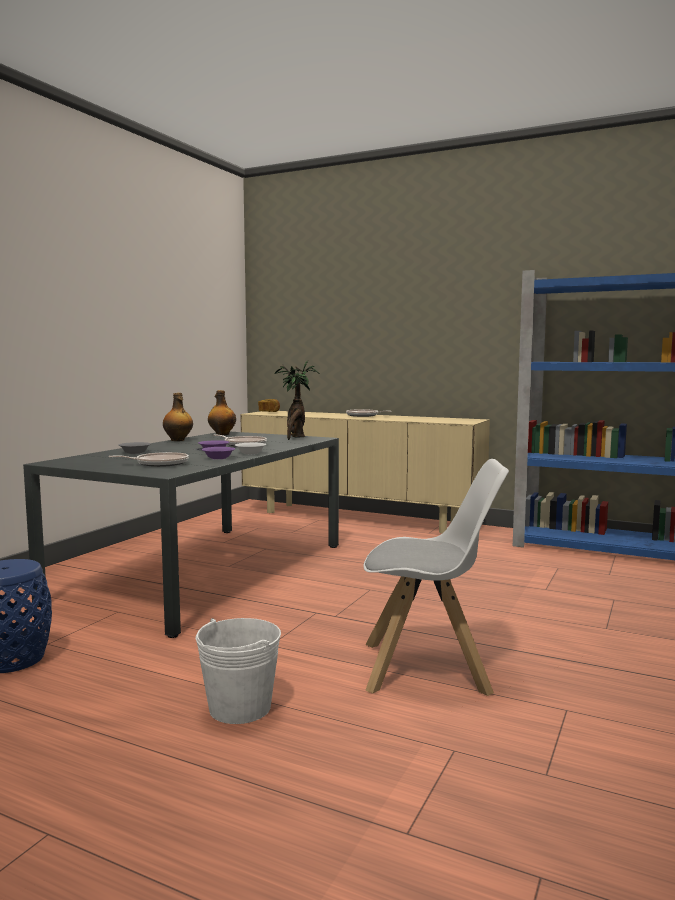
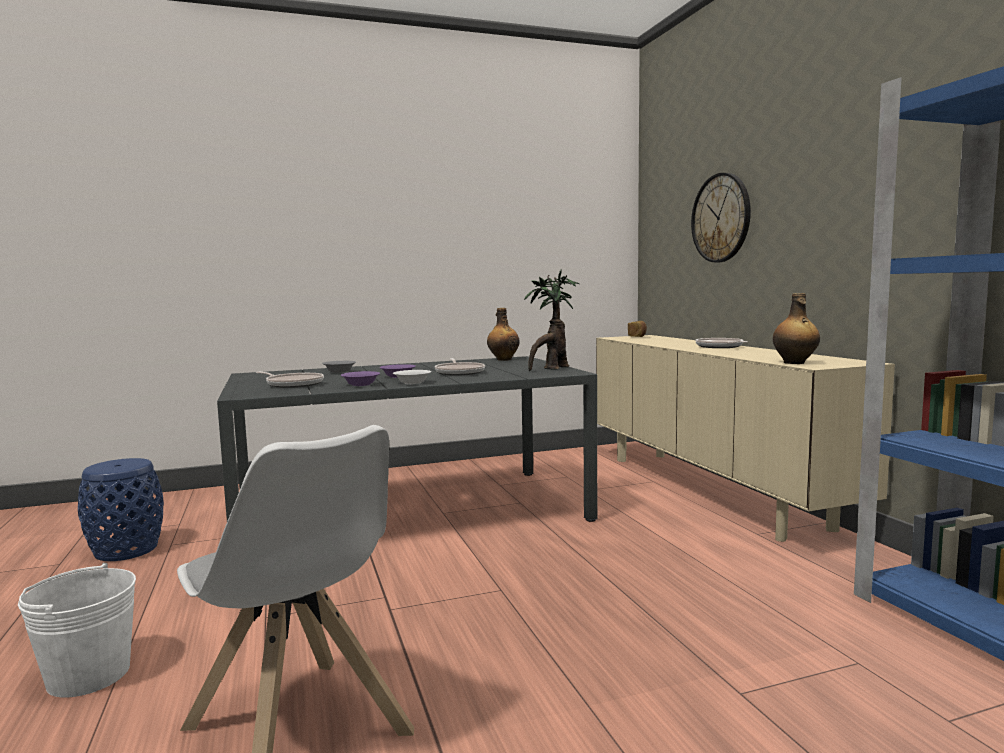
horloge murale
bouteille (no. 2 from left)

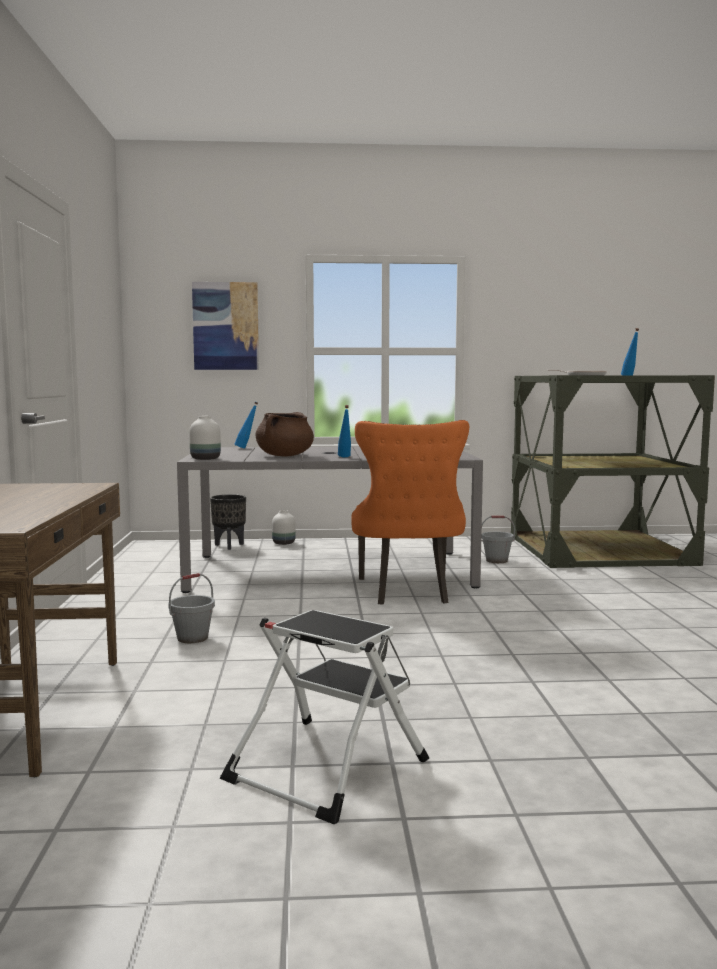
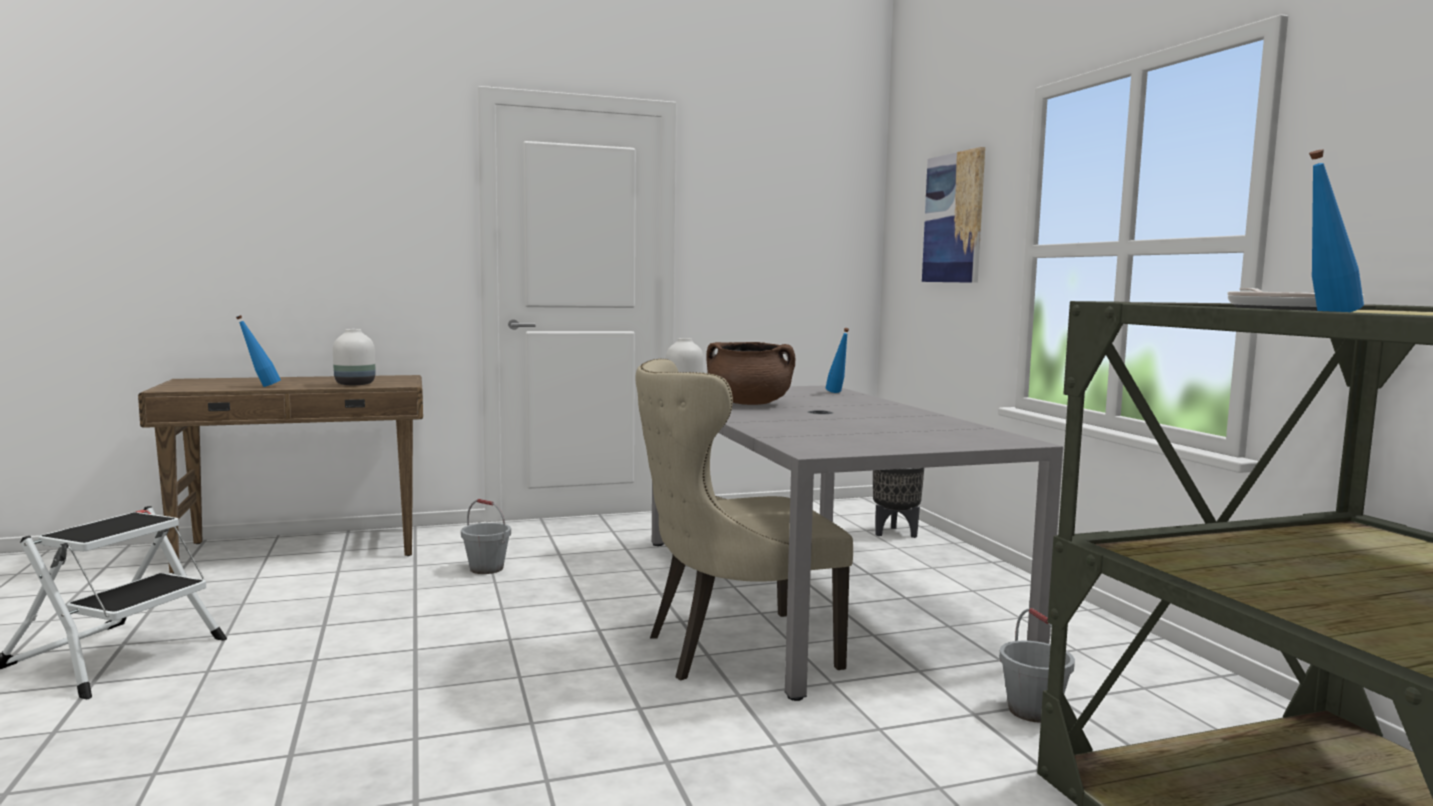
bouteille (bleu) (no. 1 from left)
vase (blanc) (no. 1 from left)
chaise (beige)

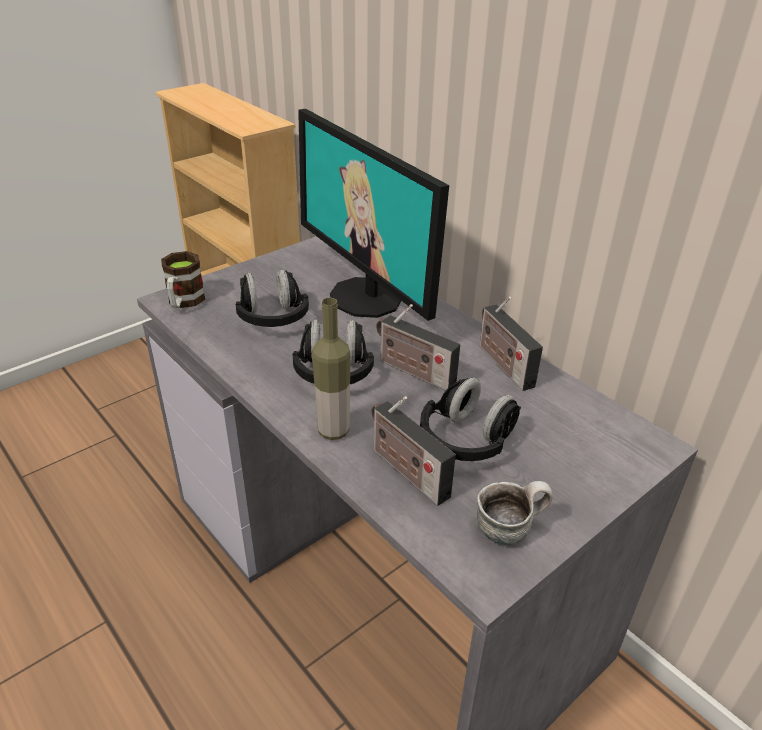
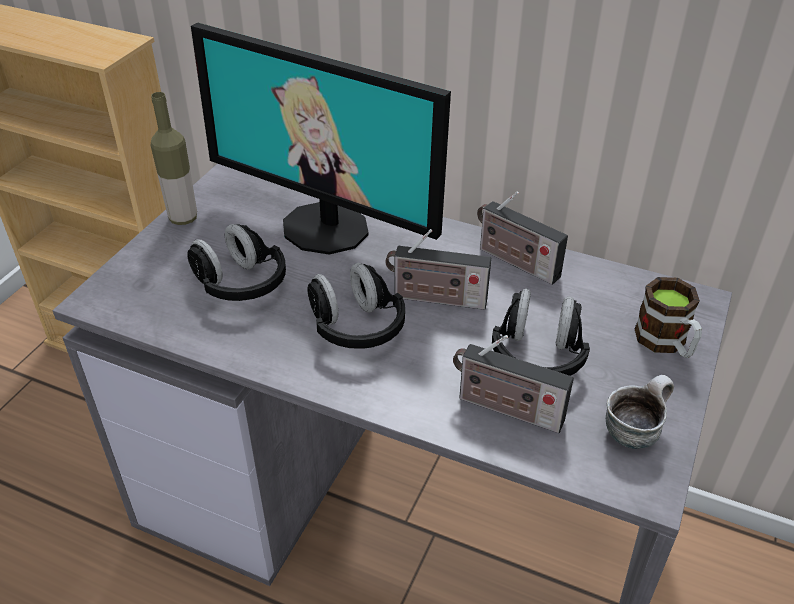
bouteille
mug (no. 2 from left)

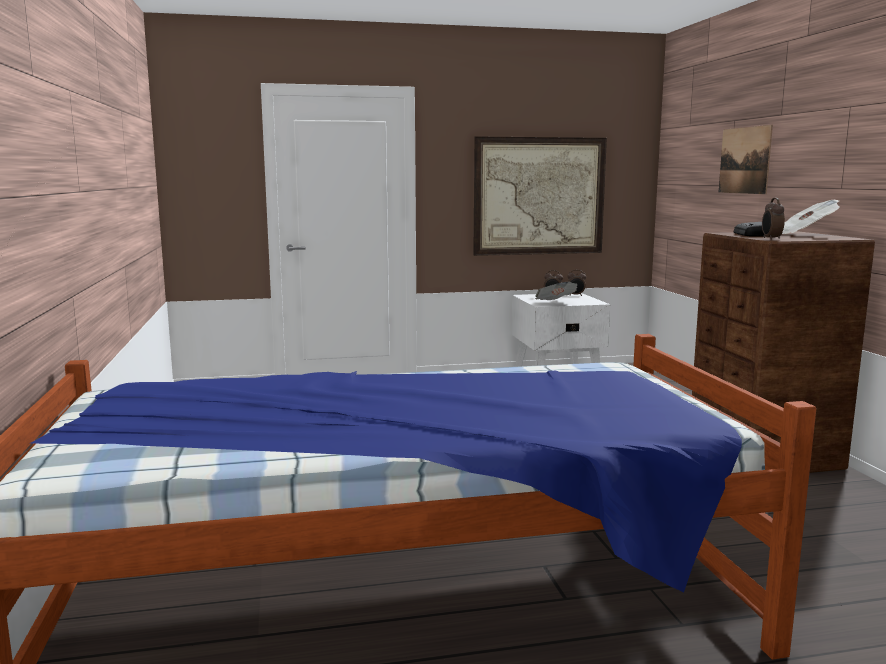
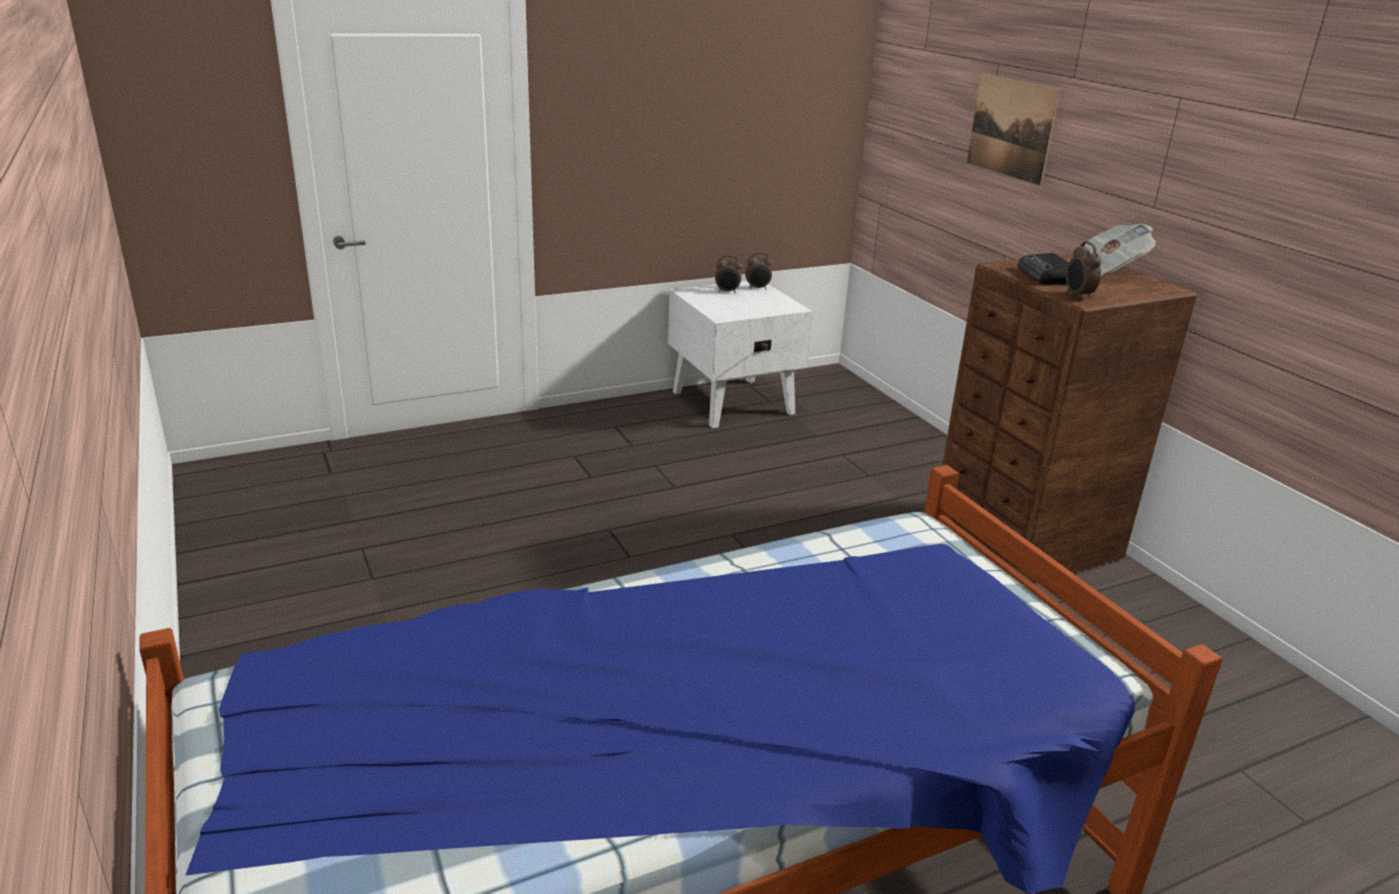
tableau (no. 1 from left in the first image)
journal (no. 1 from left in the first image)

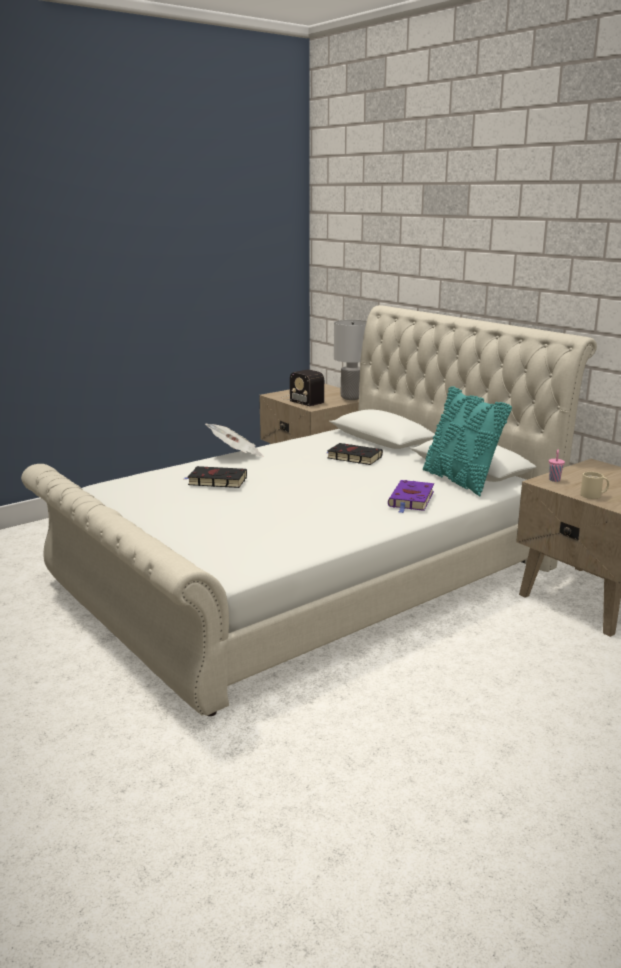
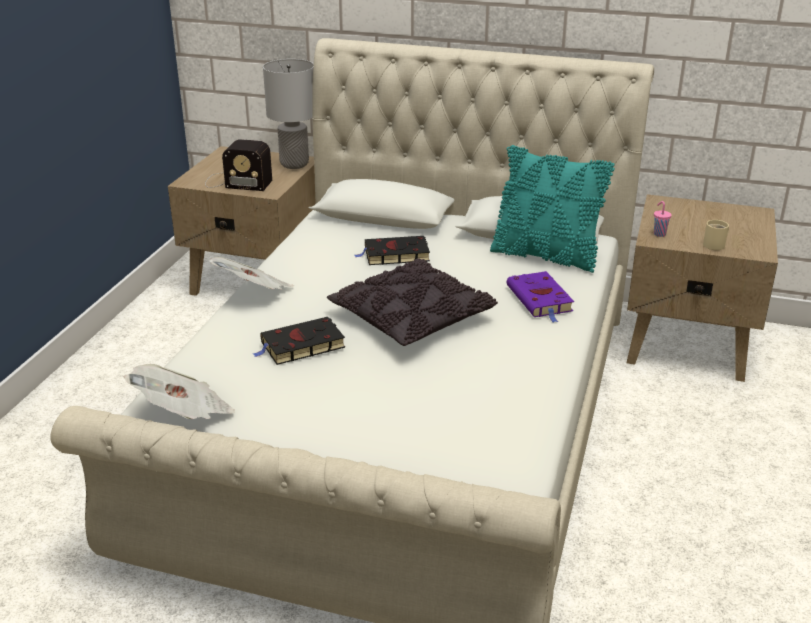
journal (no. 1 from left)
coussin (noir)

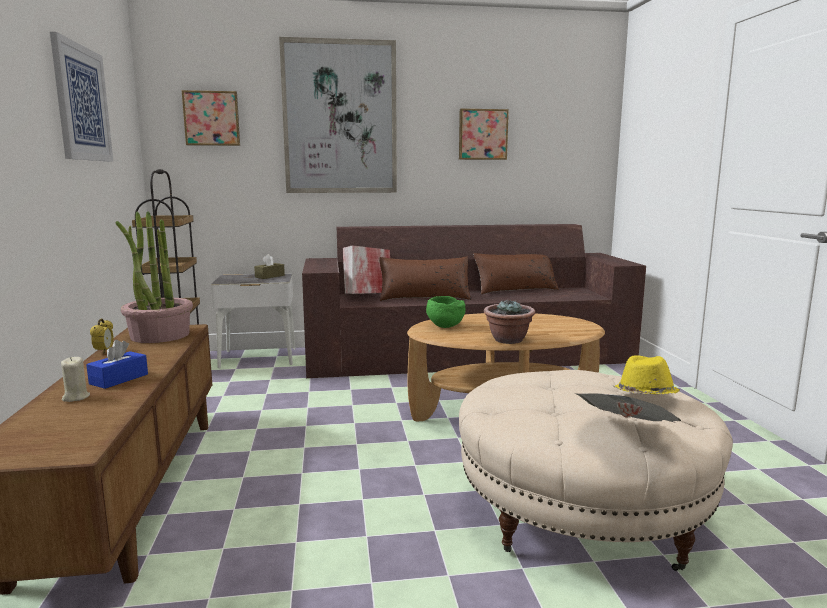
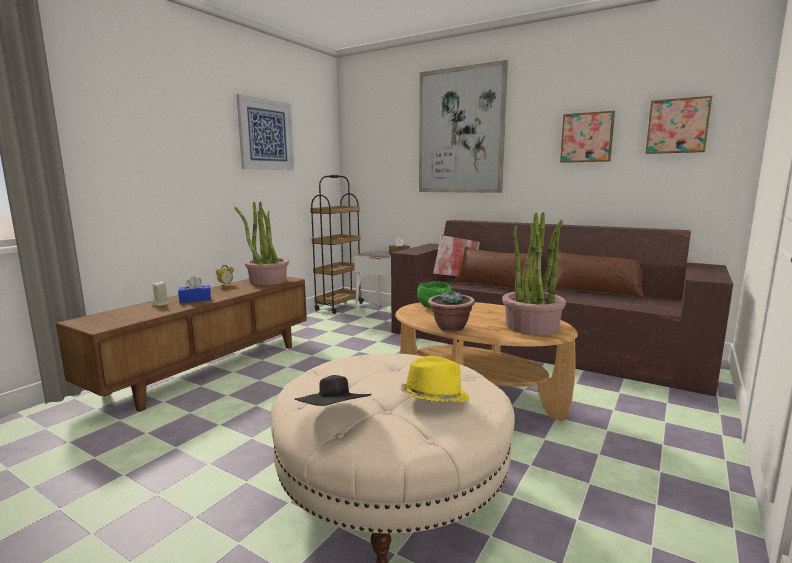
chapeau (noir)
plante en pot (no. 3 from left)
tableau (no. 4 from left)

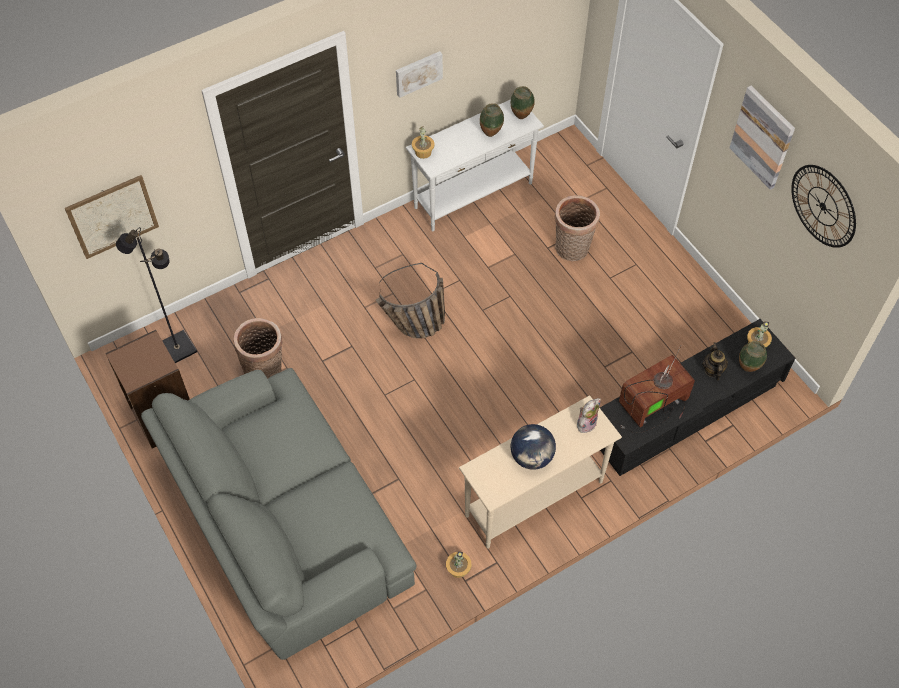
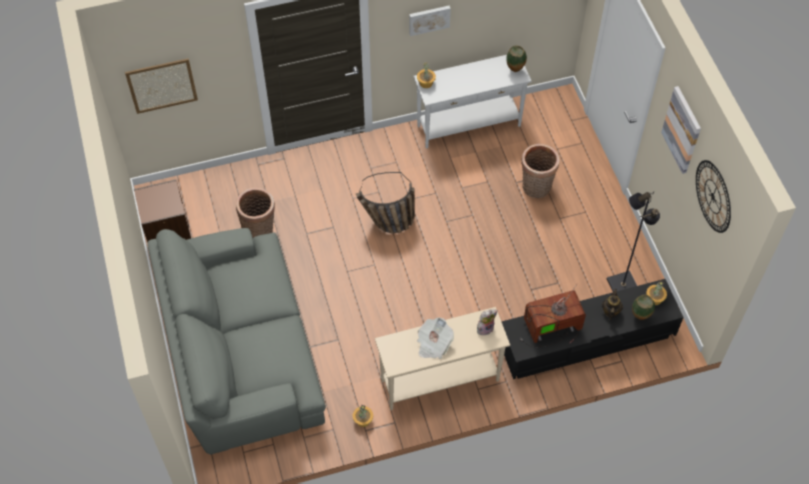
journal
lampadaire (noir)
vase (no. 1 from left in the first image)

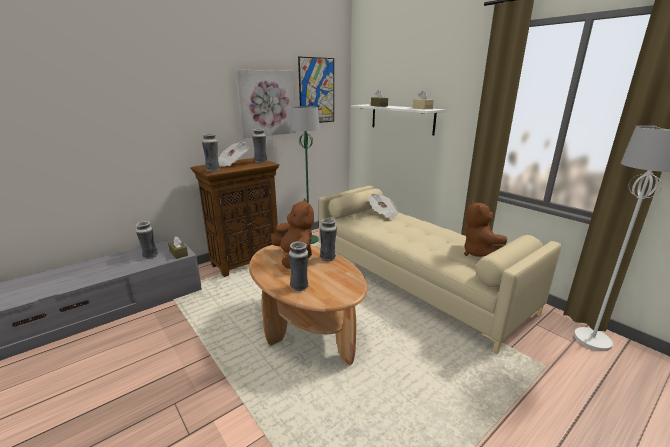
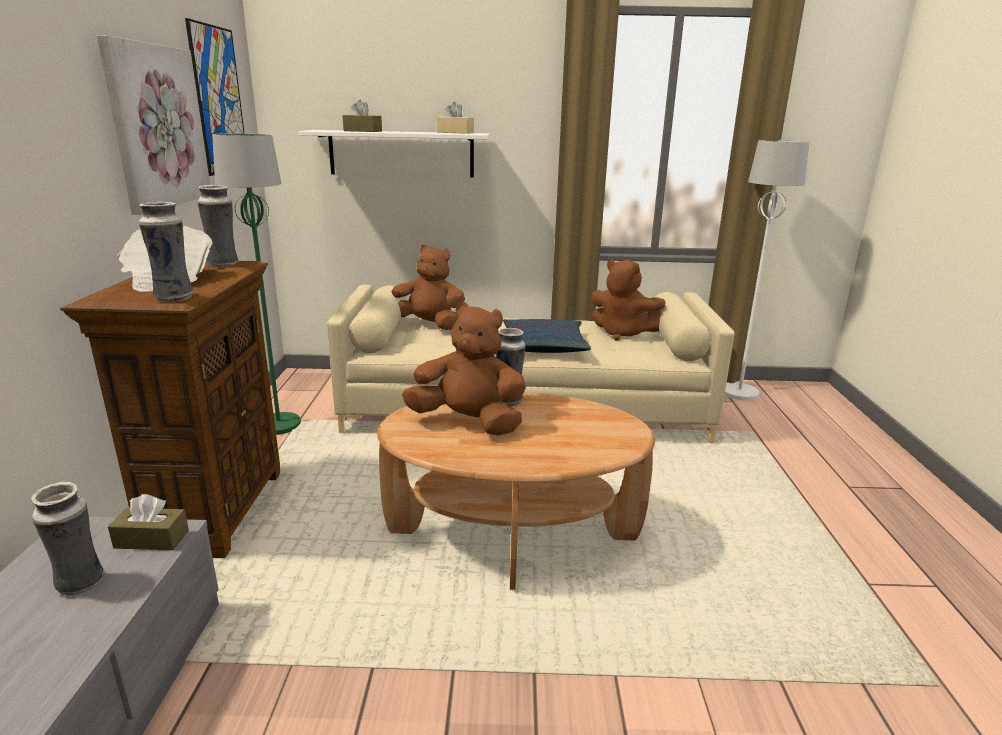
peluche (marron) (no. 1 from left)
coussin (bleu)
vase (no. 4 from left in the first image)

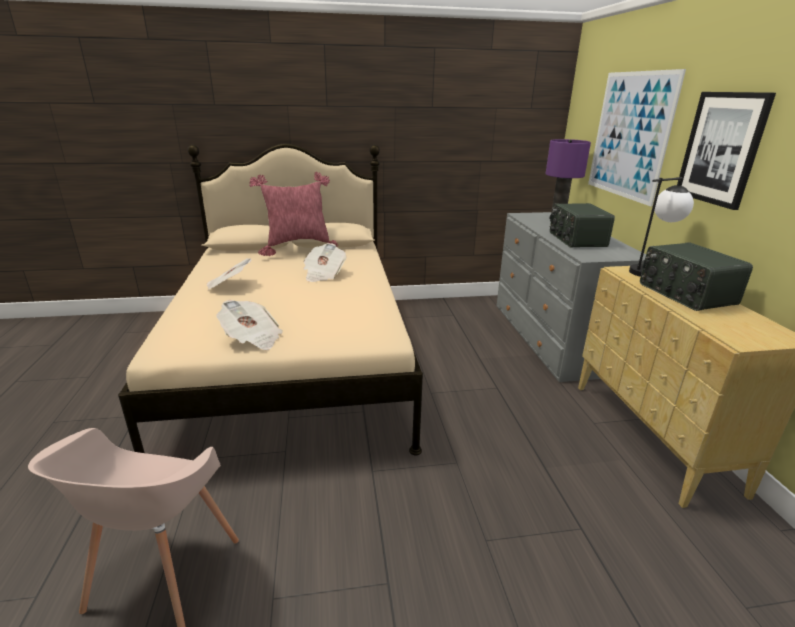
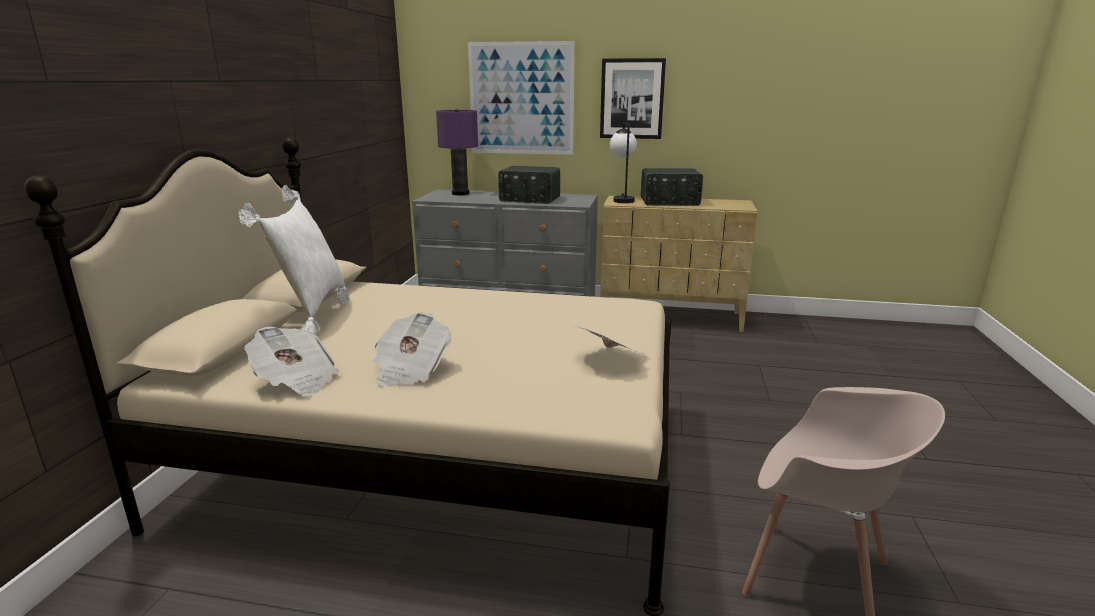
coussin (blanc)
journal (no. 1 from left)

